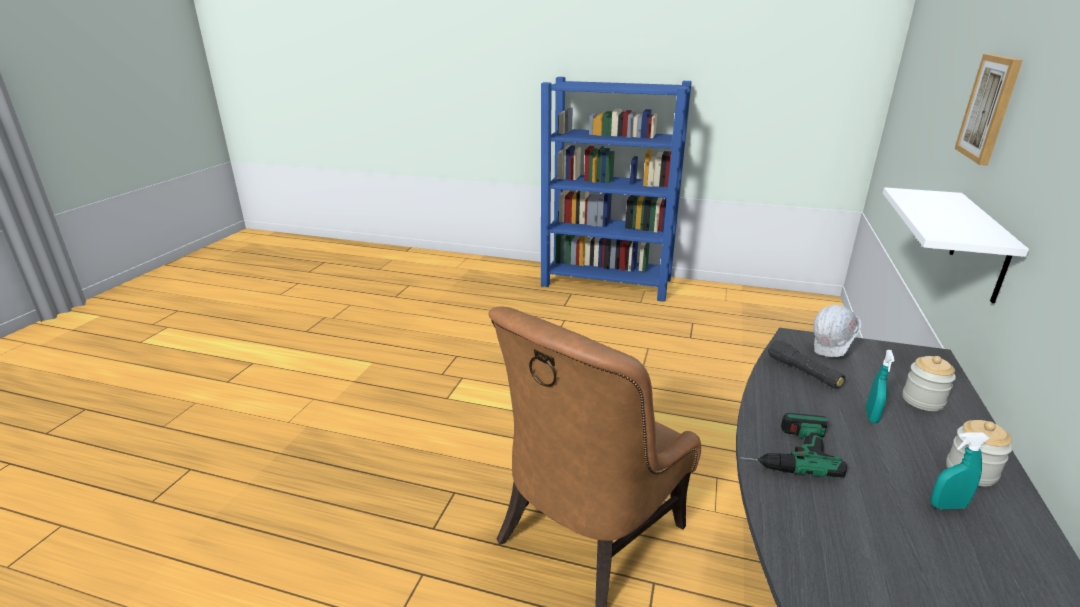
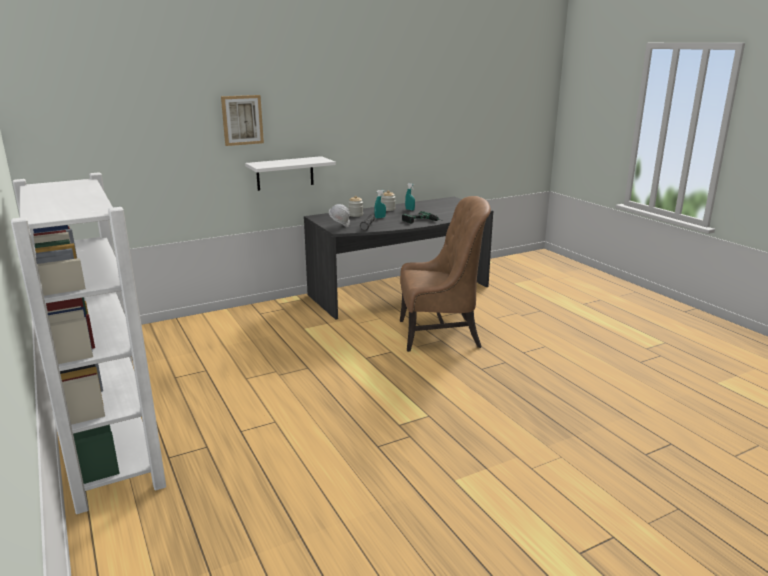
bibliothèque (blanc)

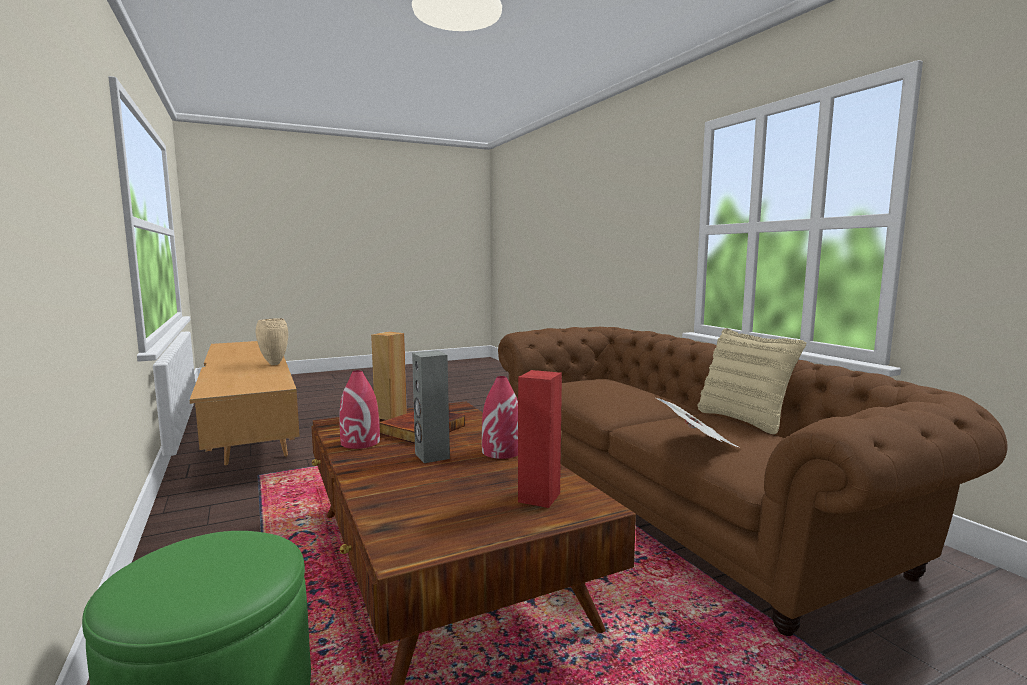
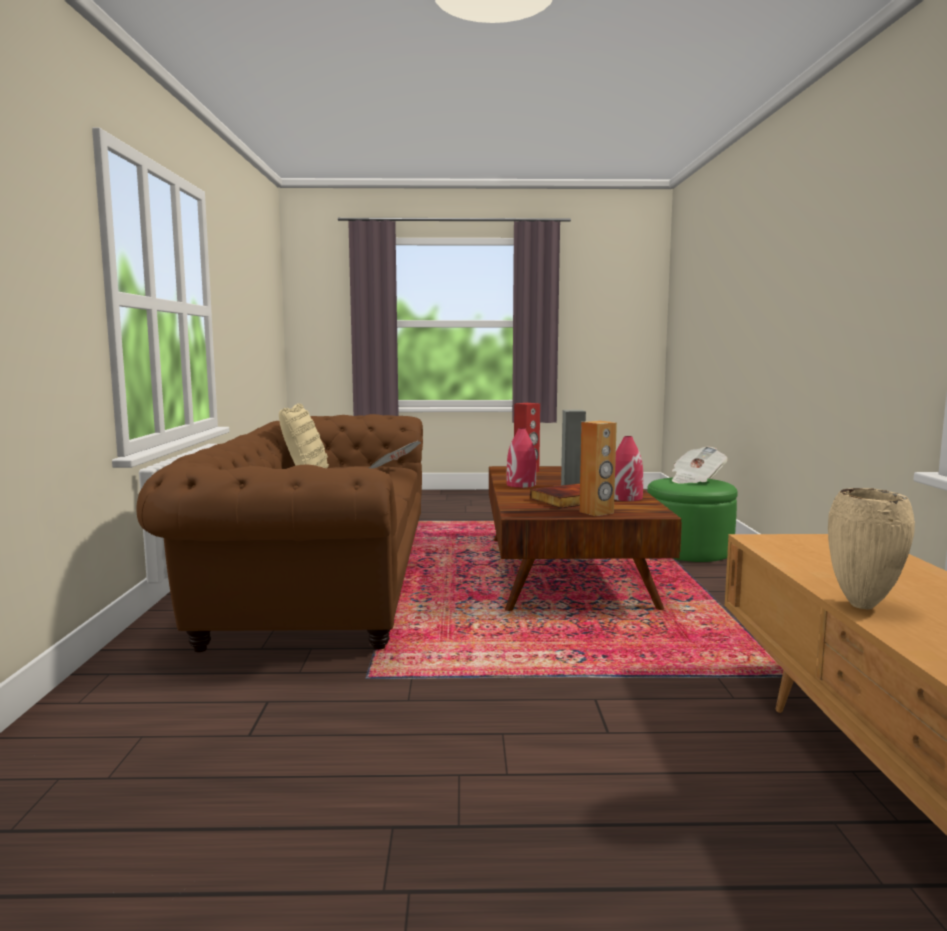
journal (no. 2 from left)

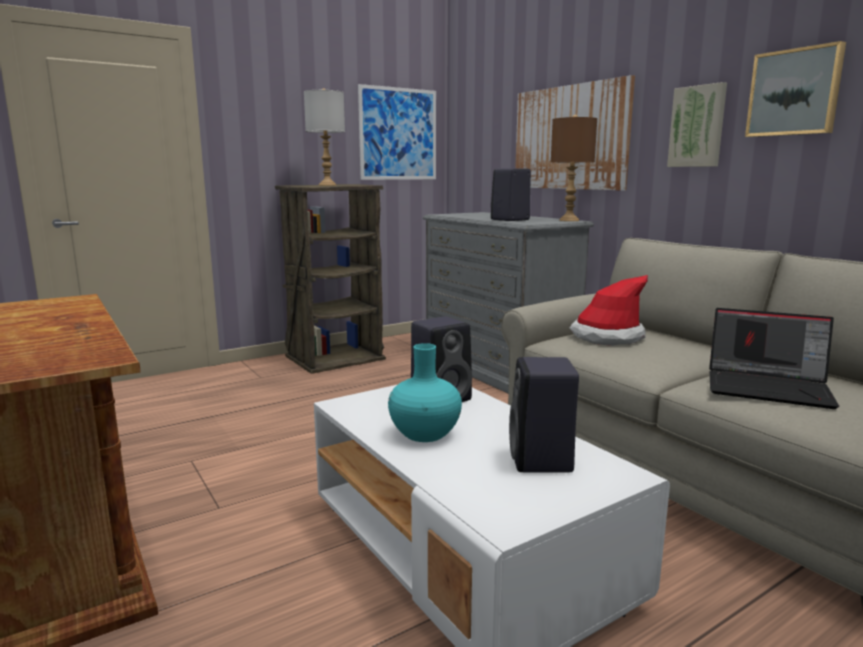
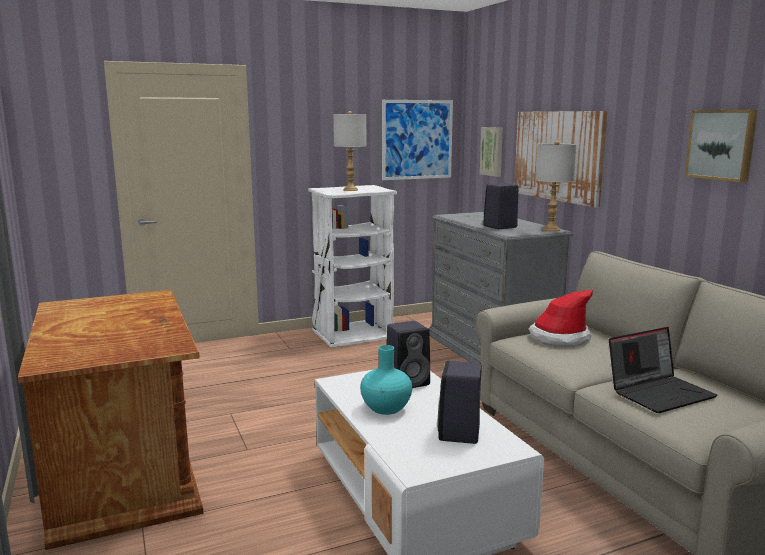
bibliothèque (blanc)
tableau (no. 2 from left)
lampe de table (gris) (no. 2 from left)
ordinateur portable

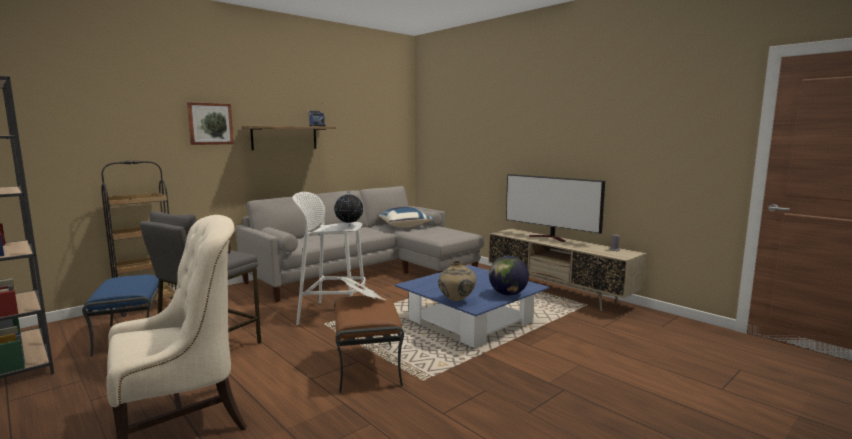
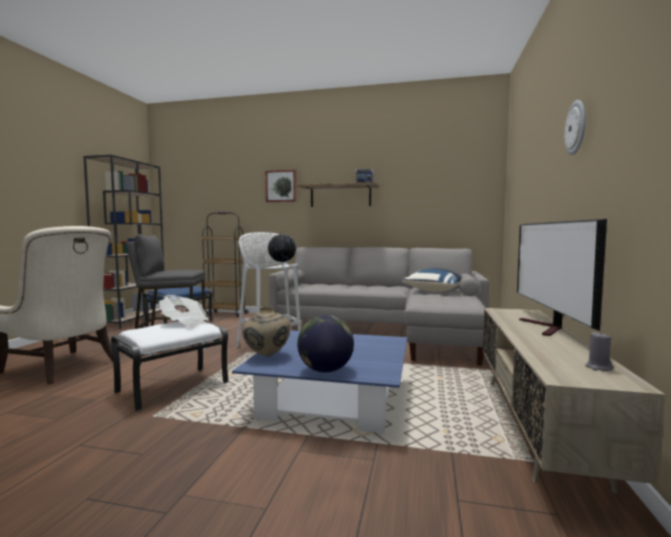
pouf (blanc)
horloge murale

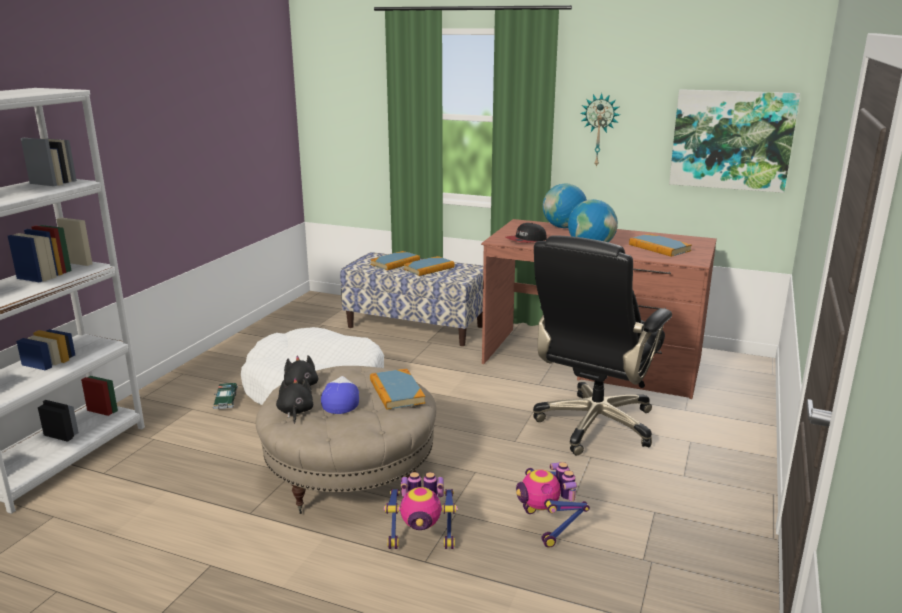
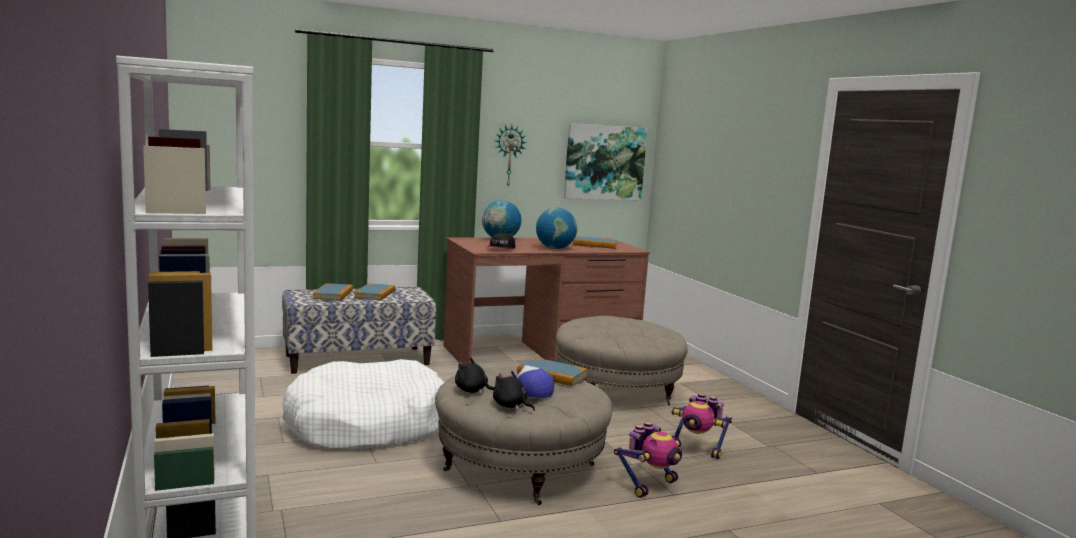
pouf (beige) (no. 2 from left)
petite voiture

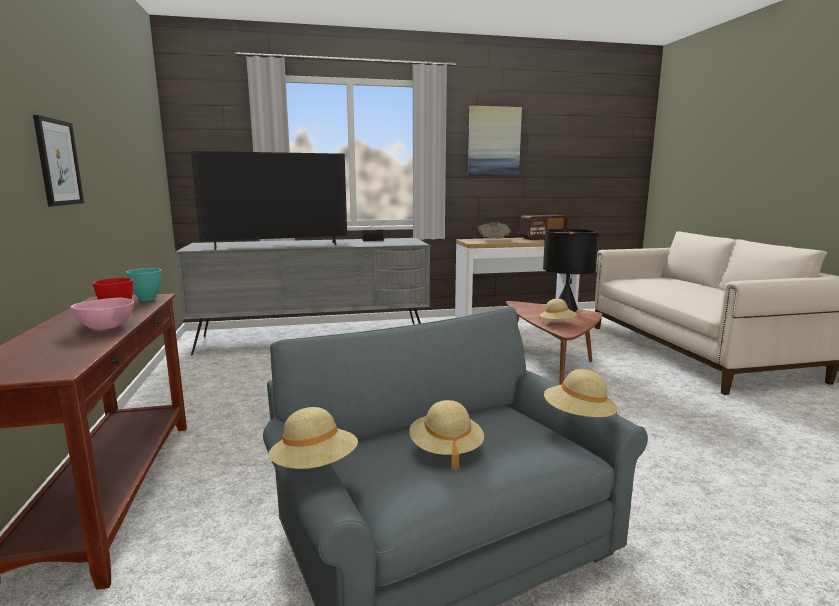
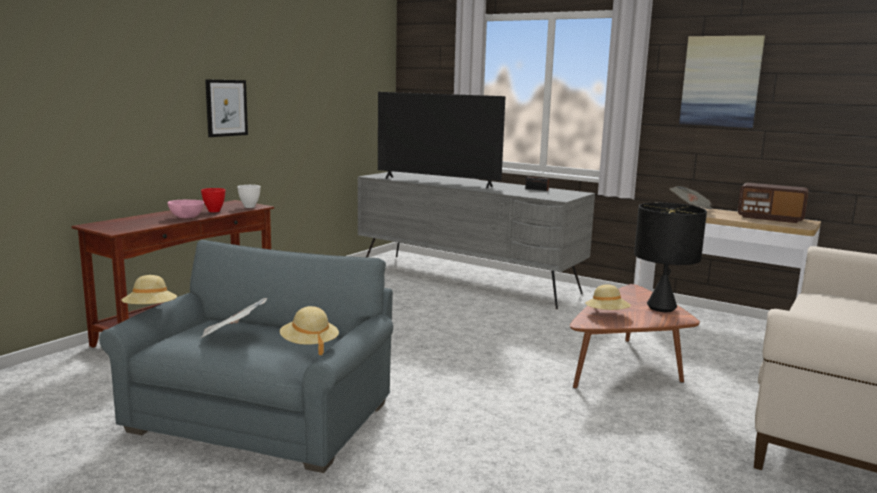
journal (no. 1 from left)
bol (blanc)

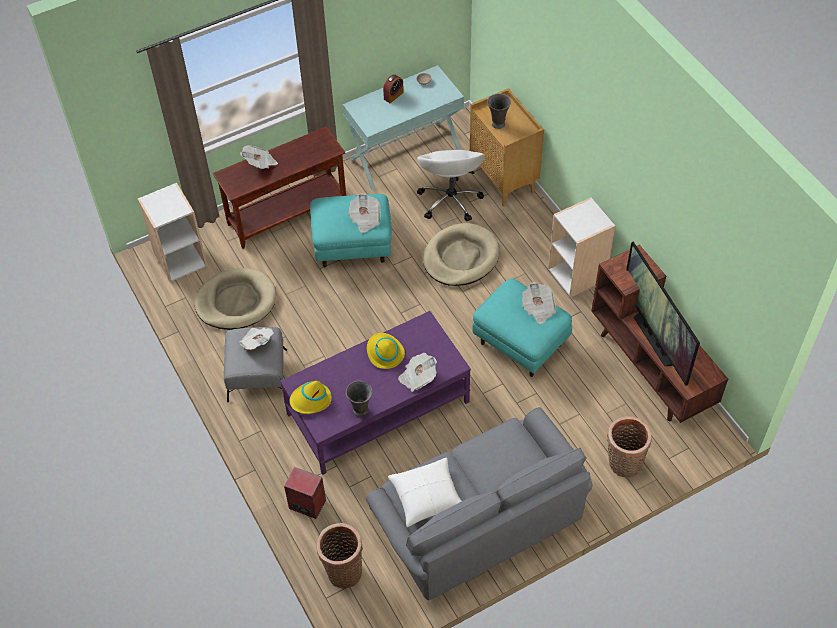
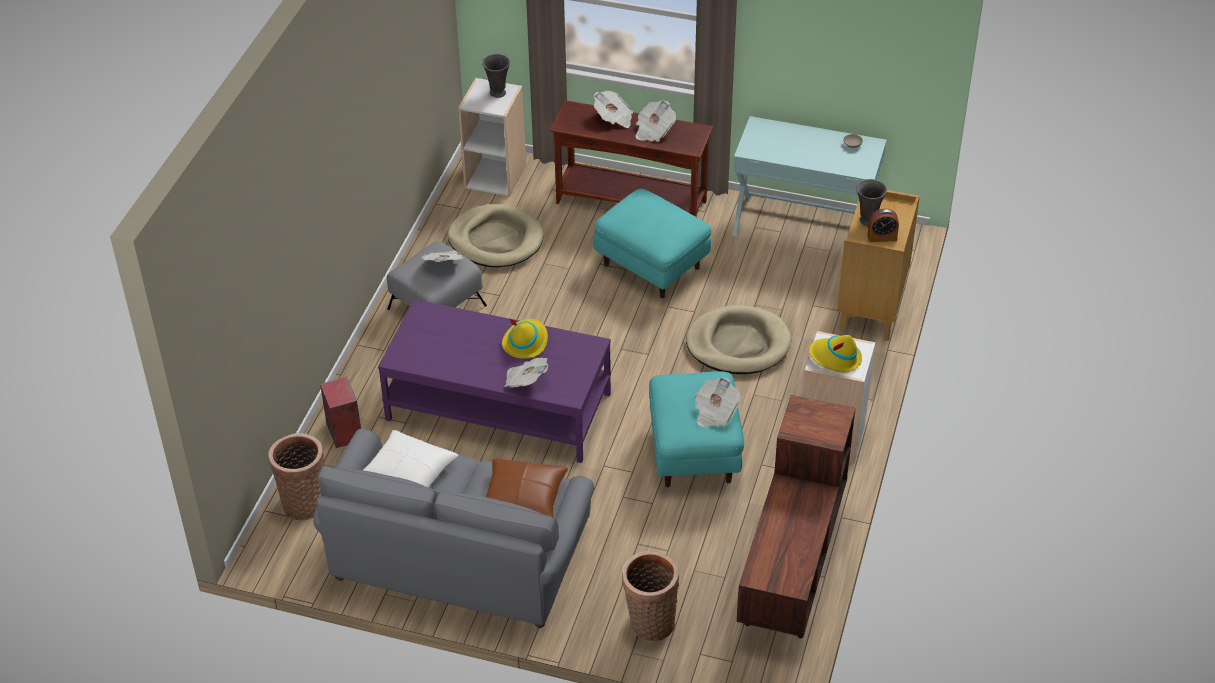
vase (gris) (no. 1 from left)
coussin (marron)
journal (no. 4 from left)
chapeau (jaune) (no. 2 from left)
réveil
chaise de bureau (blanc)
téléviseur

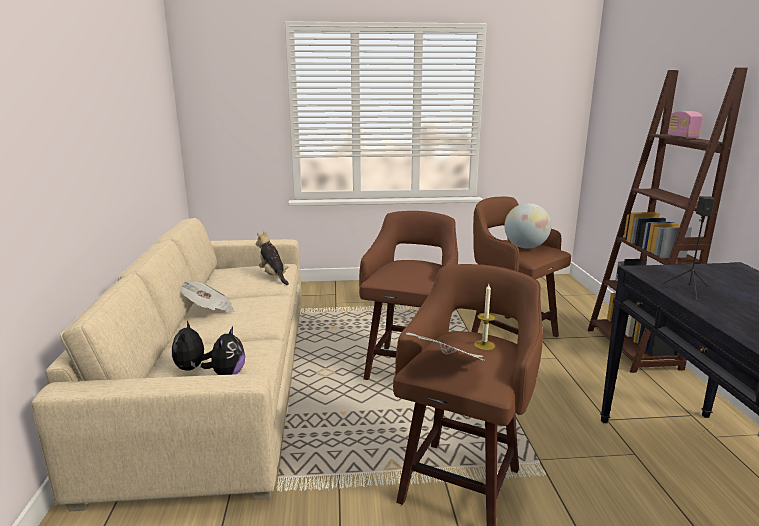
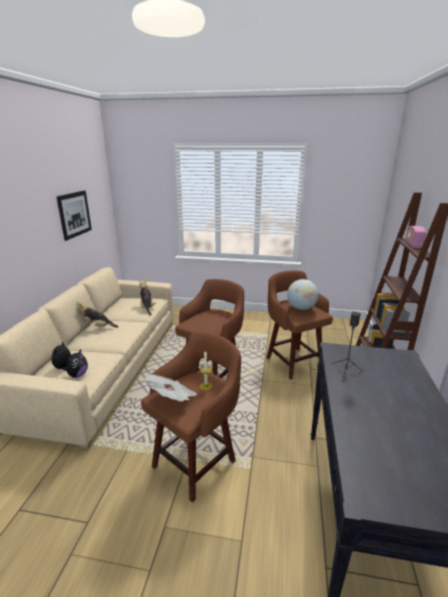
tableau
peluche (no. 3 from left)

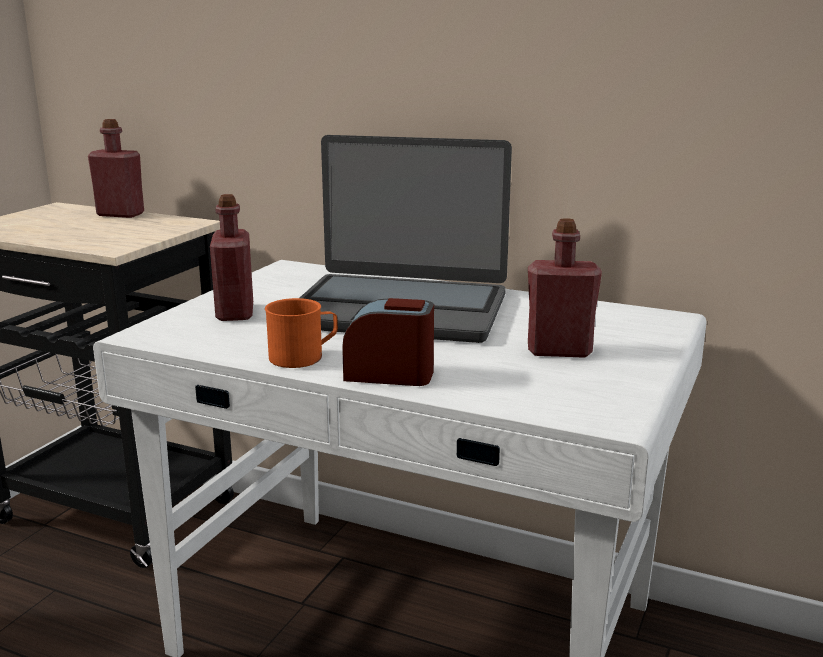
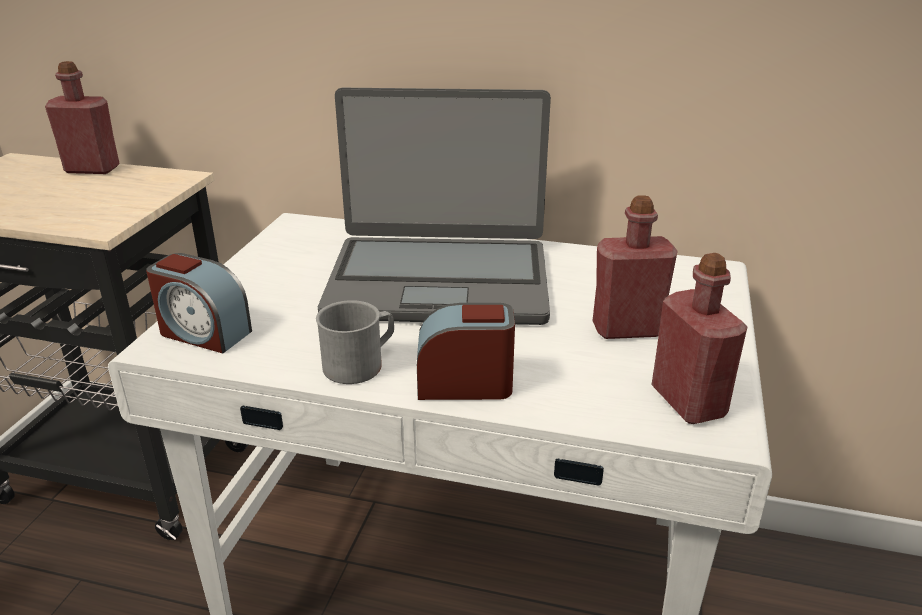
réveil (no. 1 from left)
mug (gris)
bouteille (rouge) (no. 3 from left)

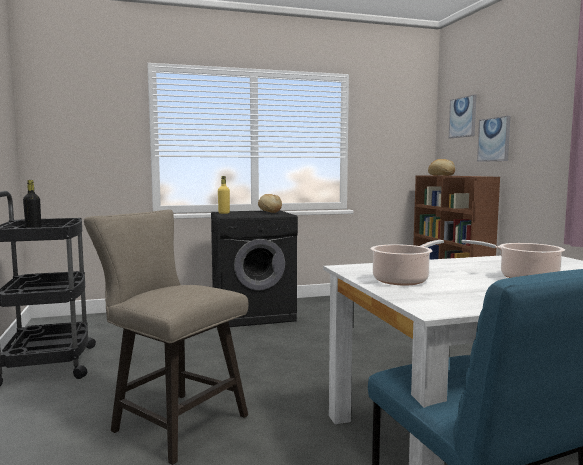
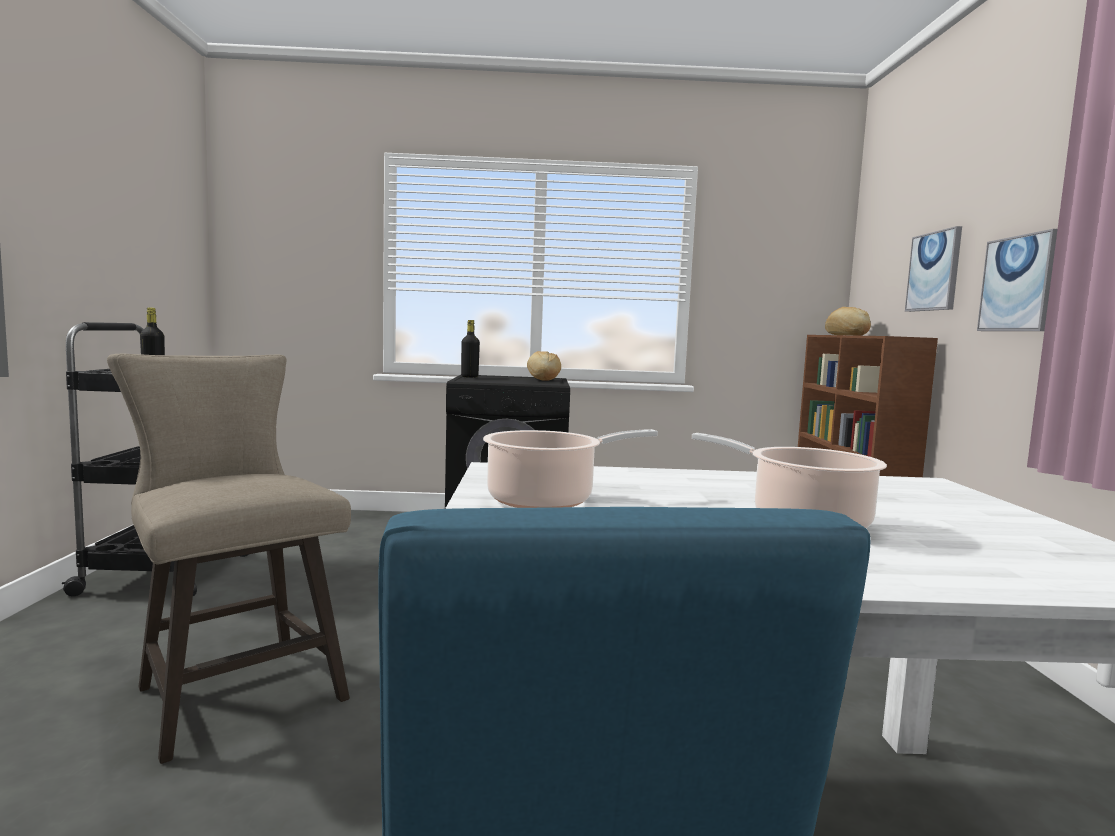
bouteille (noir) (no. 2 from left)
tableau (no. 2 from left)

